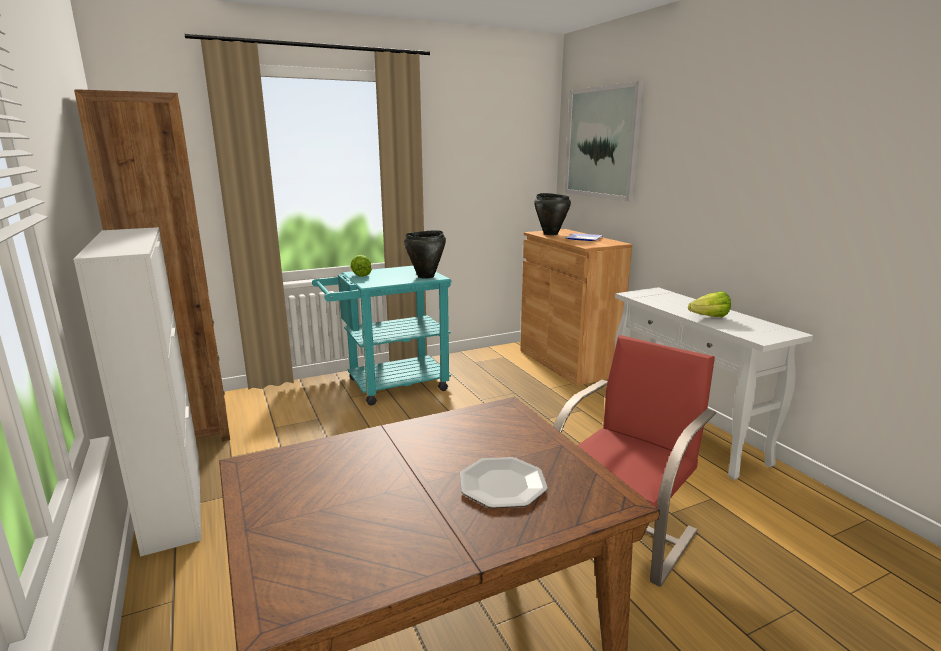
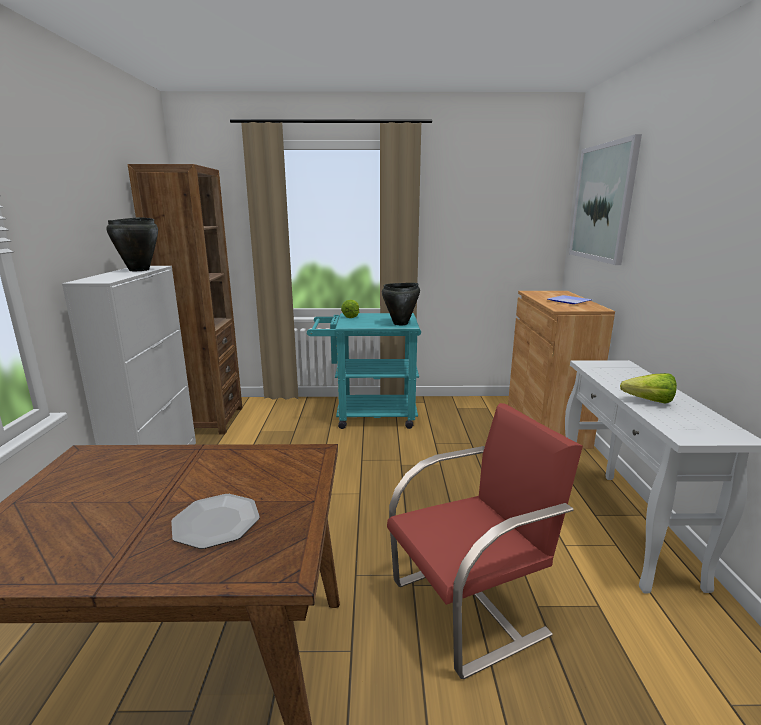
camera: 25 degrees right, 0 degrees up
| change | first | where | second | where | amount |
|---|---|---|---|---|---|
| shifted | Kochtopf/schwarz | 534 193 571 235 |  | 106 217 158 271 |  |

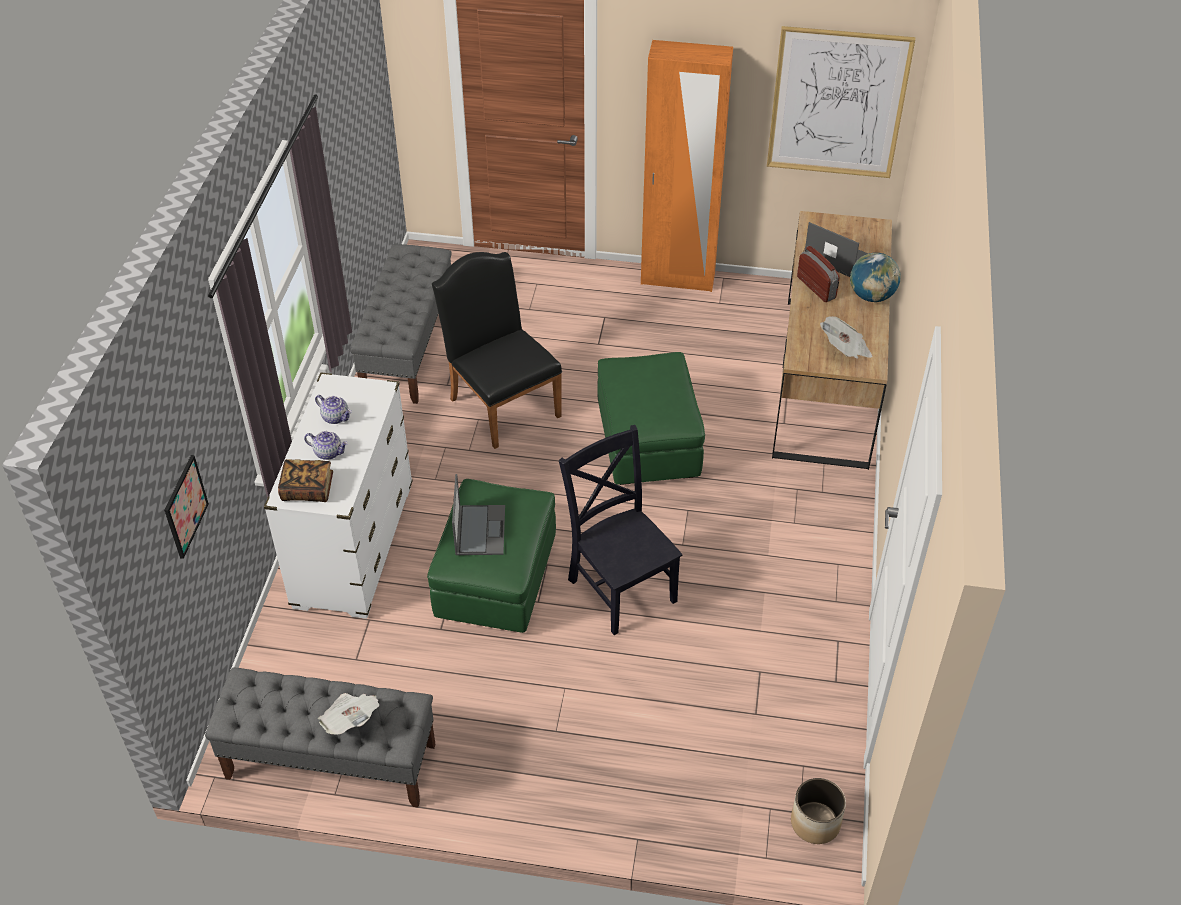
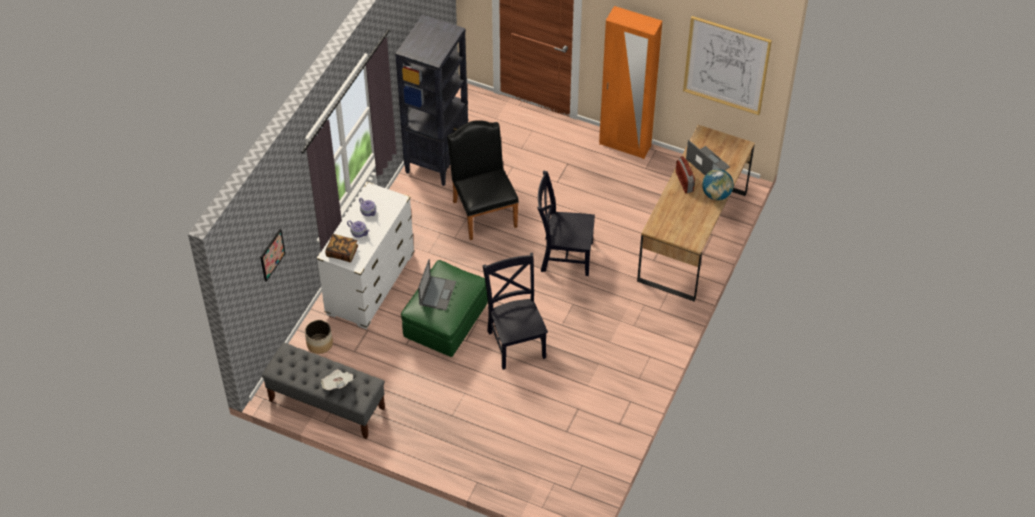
camera: 15 degrees right, 5 degrees up
| change | first | where | second | where | amount |
|---|---|---|---|---|---|
| shifted | Pflanzkübel | 791 778 846 844 |  | 305 320 333 354 |  |
| swapped | Bank/grau | 350 244 452 404 | Bücherregal/schwarz | 395 15 469 186 |  |
| swapped | Polsterhocker/grün | 597 352 705 485 | Stuhl/schwarz | 537 171 595 276 |  |
| gone | Zeitung | 820 316 872 359 |  |  |  |

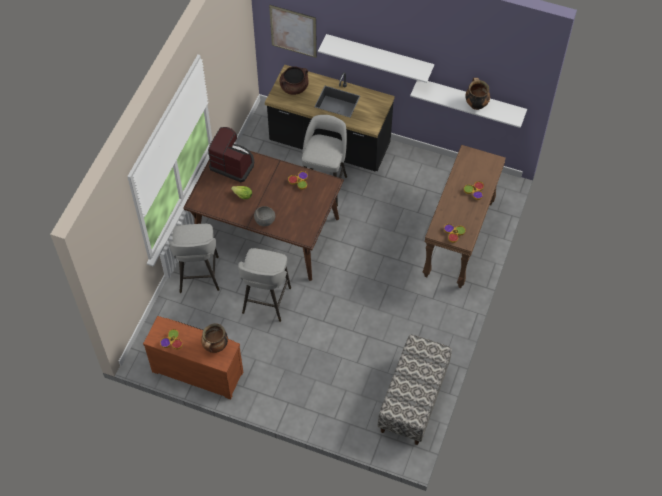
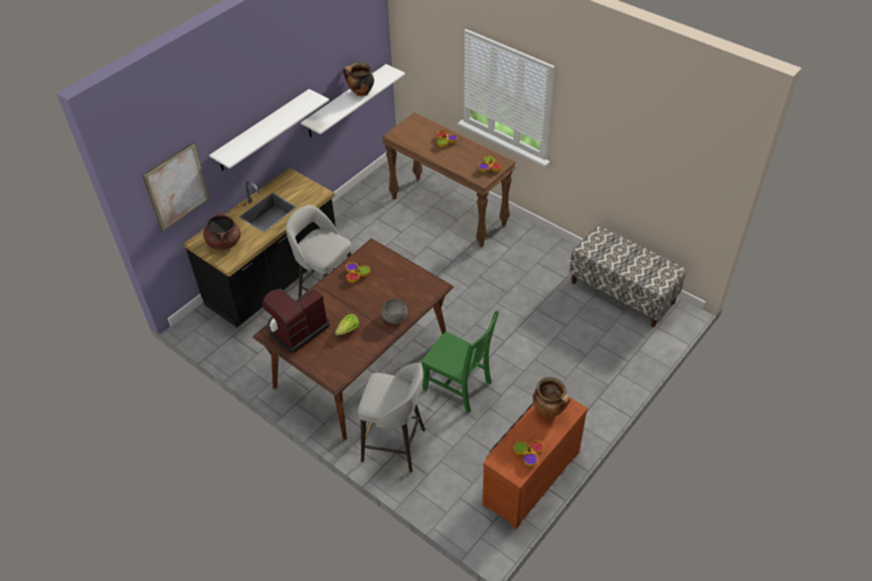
camera: 70 degrees left, 10 degrees down
| change | first | where | second | where | amount |
|---|---|---|---|---|---|
| swapped | Hocker/grau | 238 248 291 322 | Stuhl/grün | 421 311 499 413 |  |

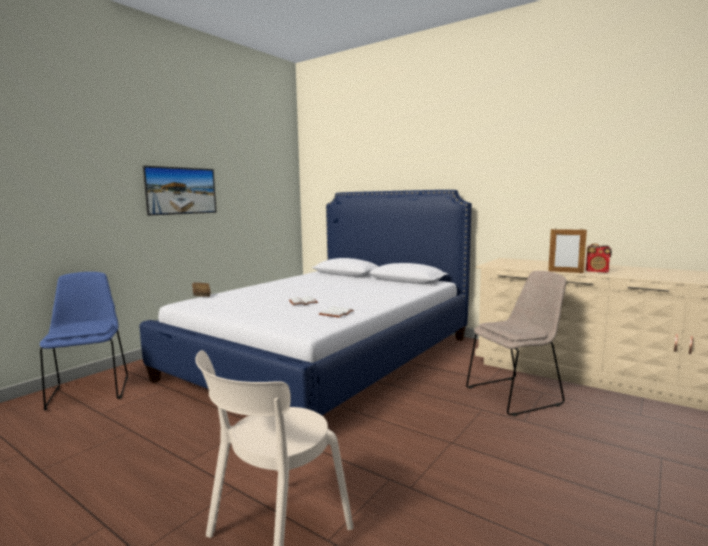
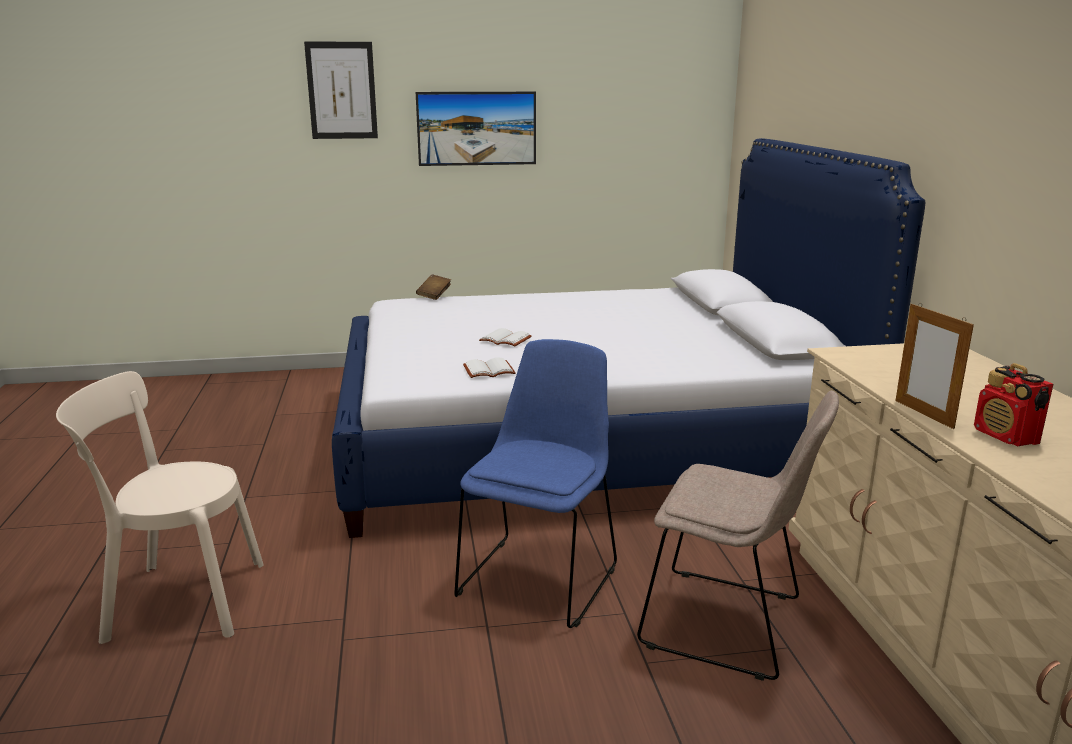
camera: 45 degrees right, 10 degrees up
| change | first | where | second | where | amount |
|---|---|---|---|---|---|
| new |  |  | Bild | 304 41 378 139 |  |
| shifted | Stuhl/blau | 40 272 128 411 |  | 454 339 617 628 |  |

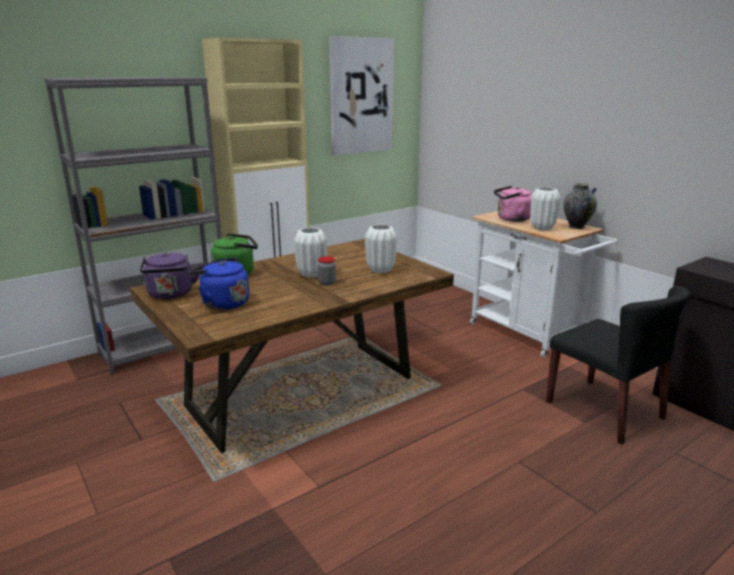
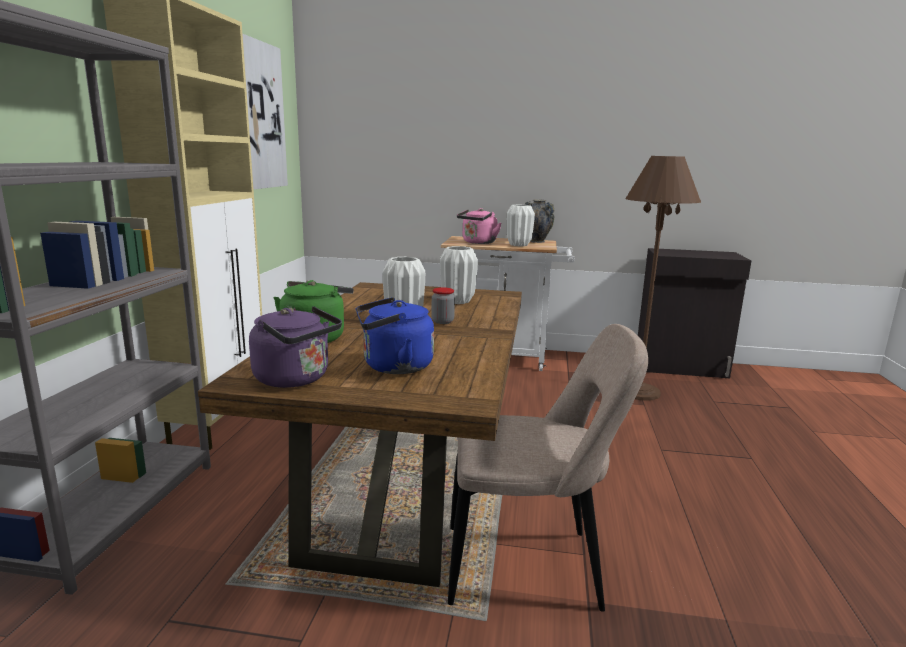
camera: 45 degrees left, 5 degrees down
| change | first | where | second | where | amount |
|---|---|---|---|---|---|
| new |  |  | Stuhl/beige | 448 324 648 612 |  |
| swapped | Stuhl/schwarz | 546 286 690 445 | Stehlampe/braun | 625 156 701 400 |  |

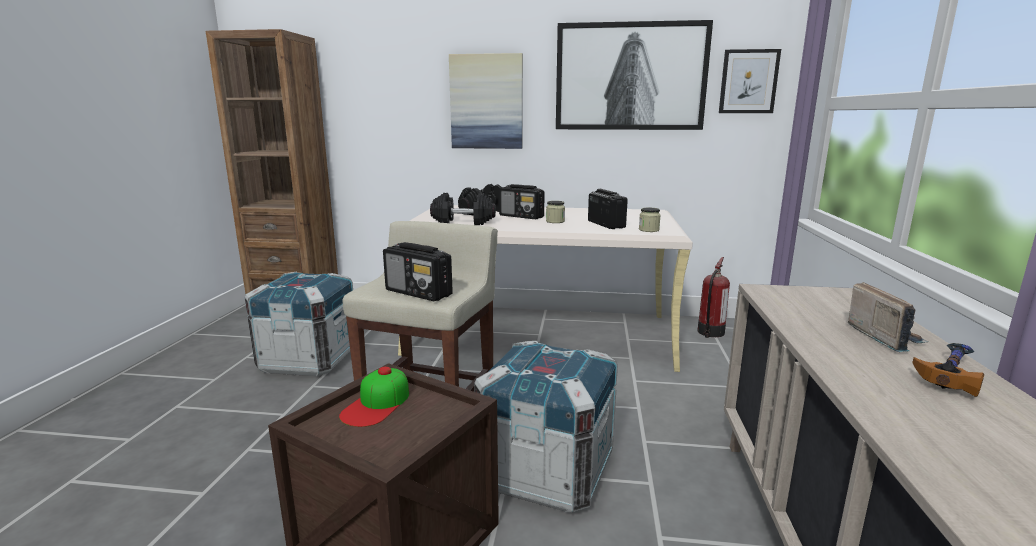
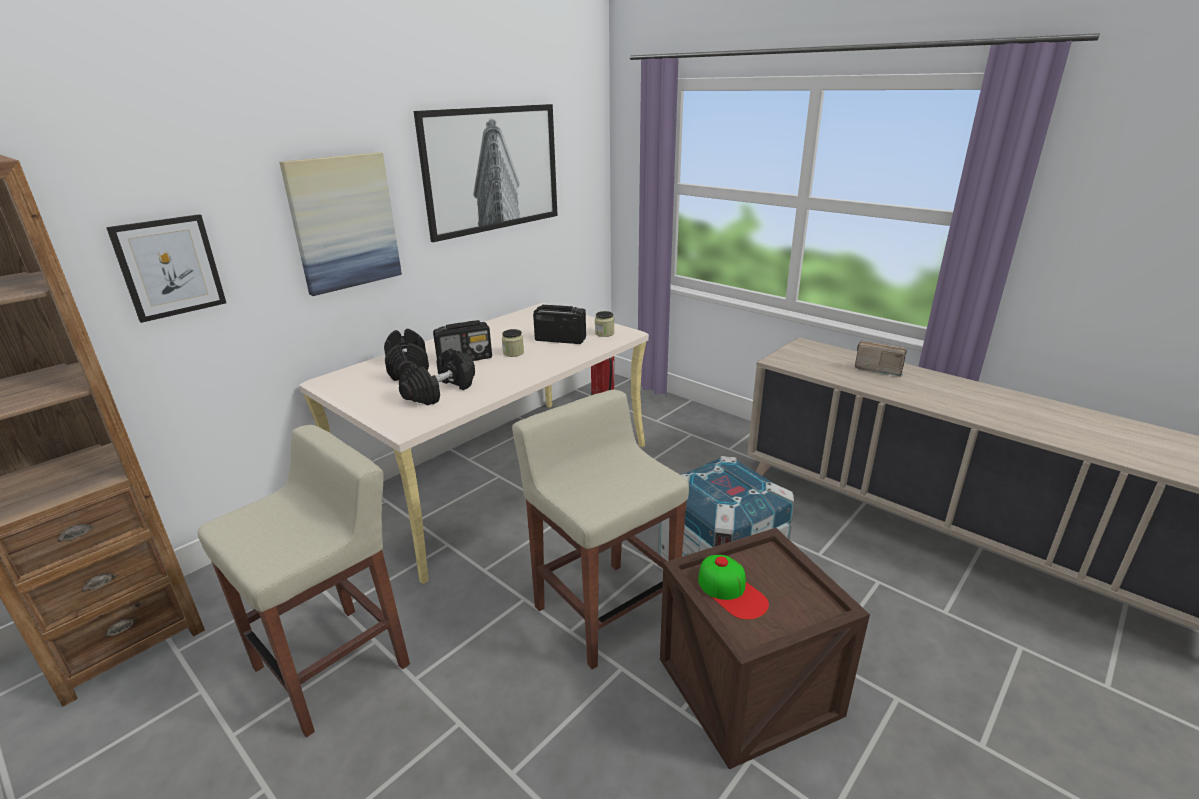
camera: 55 degrees left, 10 degrees up
| change | first | where | second | where | amount |
|---|---|---|---|---|---|
| shifted | Bild | 719 49 781 113 |  | 106 214 226 323 |  |
| swapped | Kiste | 245 272 353 376 | Hocker/beige | 198 425 410 738 |  |
| gone | Radio | 383 242 453 301 |  |  |  |
| gone | Hammer | 912 343 984 397 |  |  |  |

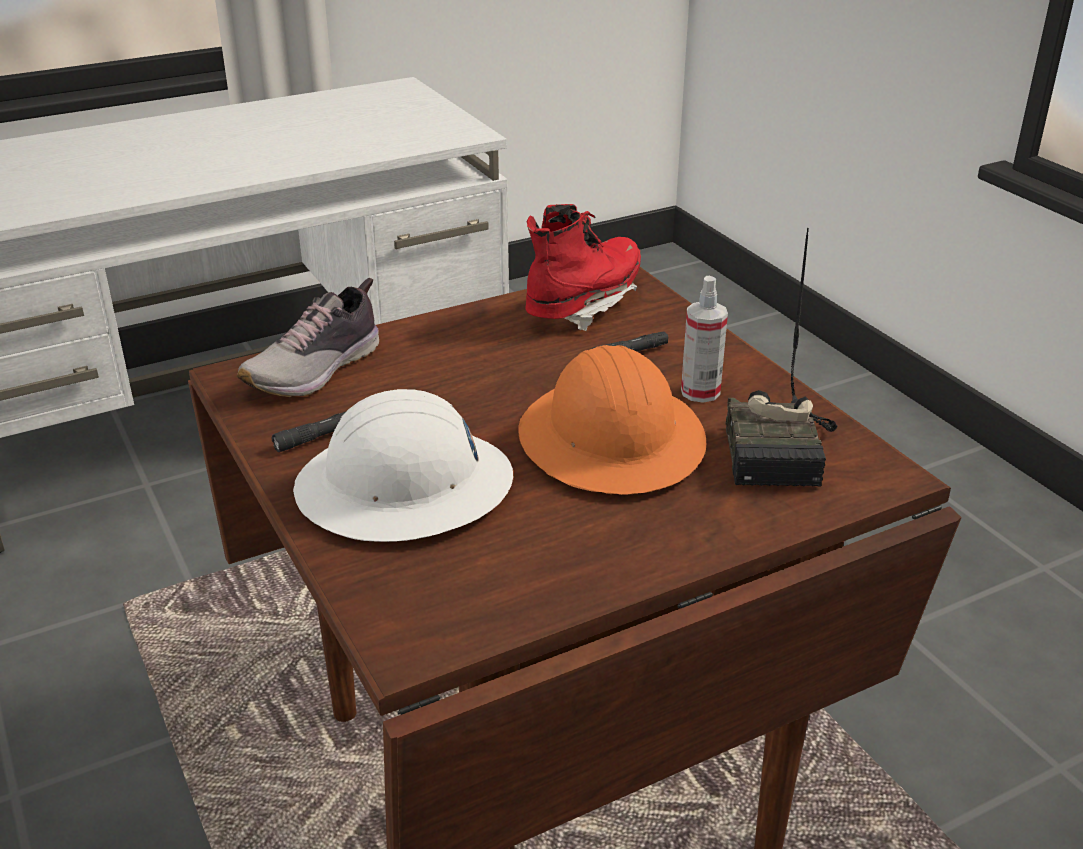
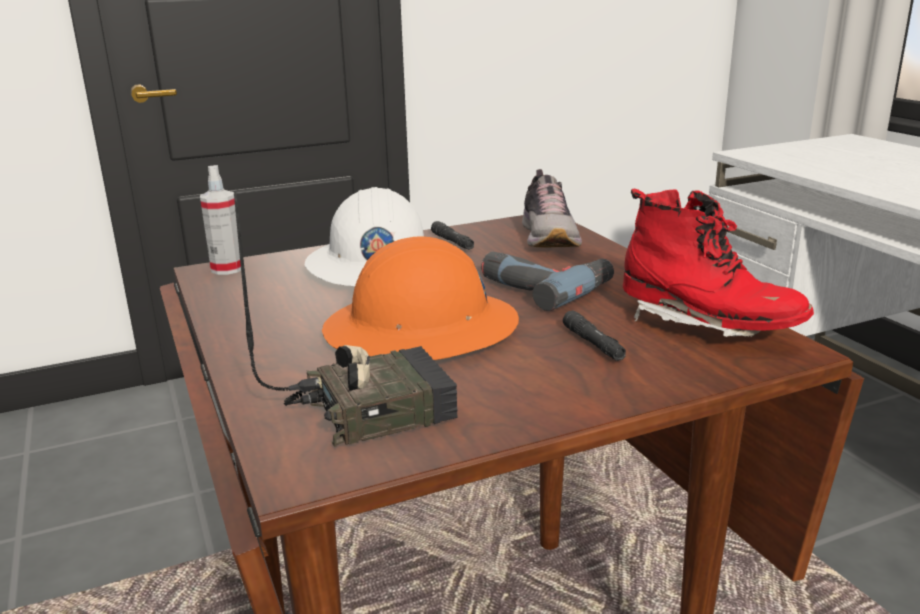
camera: 95 degrees right, 10 degrees down
| change | first | where | second | where | amount |
|---|---|---|---|---|---|
| shifted | Sprühflasche | 681 276 728 403 |  | 200 165 241 275 |  |
| rotated | Radio | 726 228 837 487 |  | 234 191 458 447 | 150 degrees clockwise |
| new |  |  | Bohrmaschine | 481 252 614 311 |  |
| rotated | Schuh | 237 278 379 397 |  | 522 169 582 248 | 135 degrees counterclockwise |

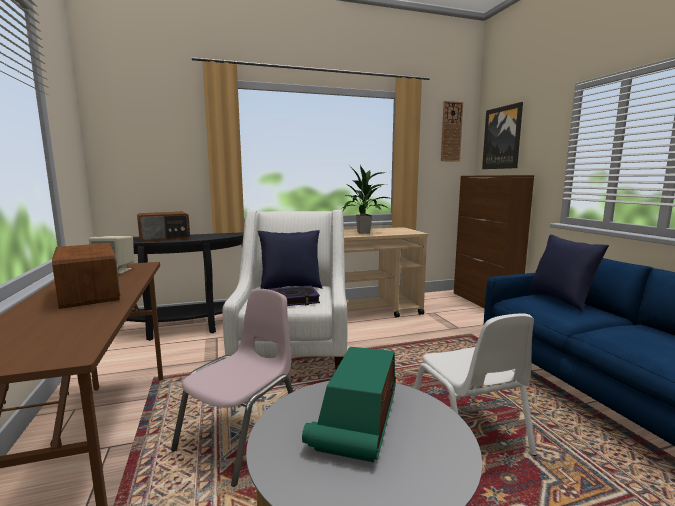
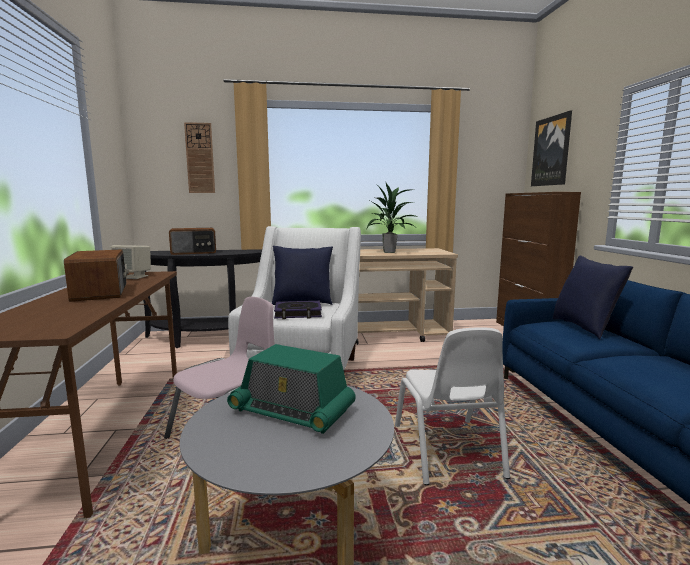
camera: 10 degrees right, 0 degrees up
| change | first | where | second | where | amount |
|---|---|---|---|---|---|
| shifted | Wanduhr | 441 101 463 162 |  | 184 122 215 193 |  |
| rotated | Radio | 302 347 396 462 |  | 227 344 356 434 | 90 degrees counterclockwise |

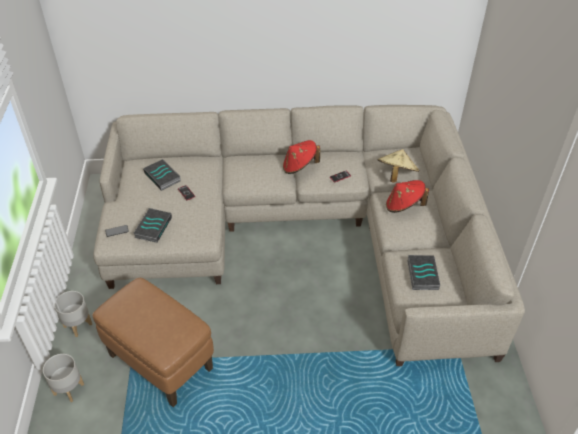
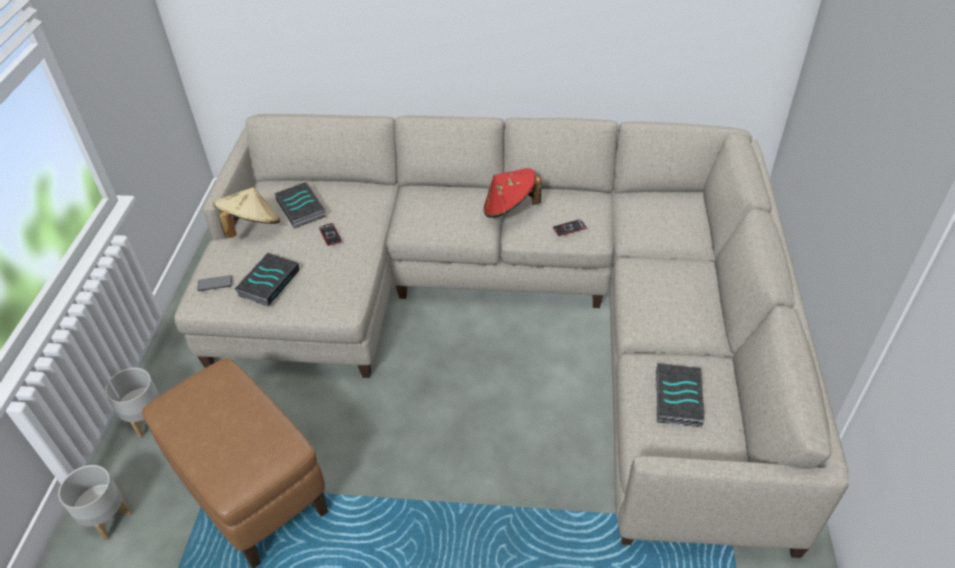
camera: 10 degrees right, 0 degrees up
| change | first | where | second | where | amount |
|---|---|---|---|---|---|
| shifted | Hut/beige | 378 149 420 182 |  | 213 187 280 238 |  |
| gone | Hut/rot | 386 180 429 213 |  |  |  |

